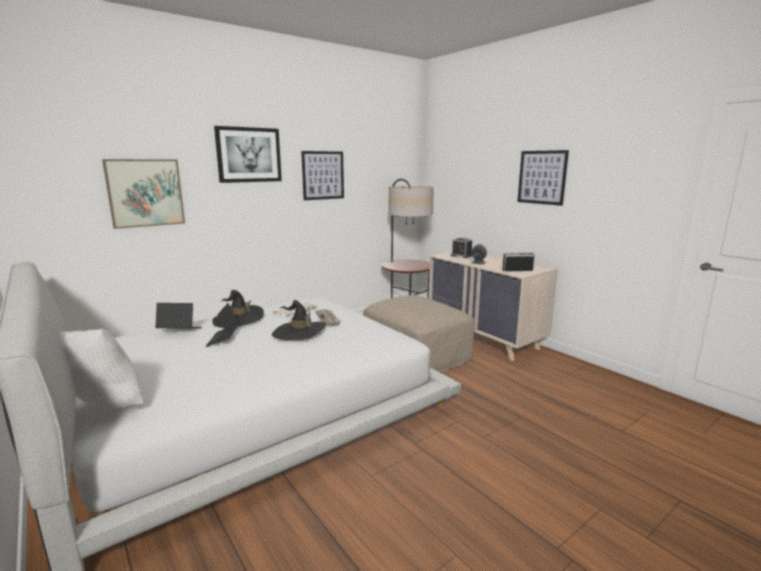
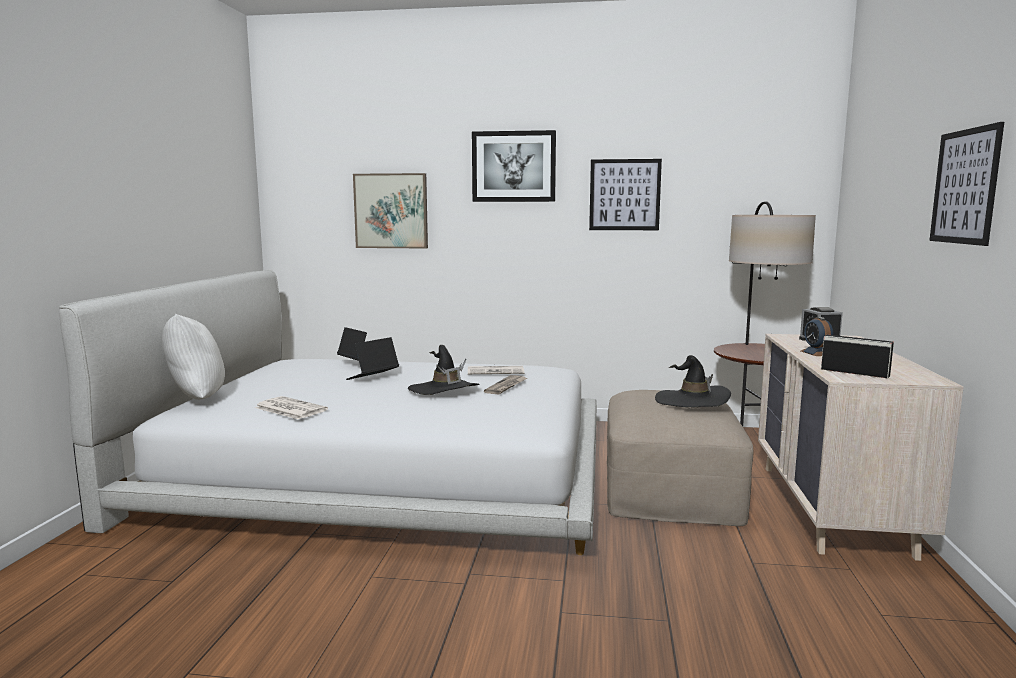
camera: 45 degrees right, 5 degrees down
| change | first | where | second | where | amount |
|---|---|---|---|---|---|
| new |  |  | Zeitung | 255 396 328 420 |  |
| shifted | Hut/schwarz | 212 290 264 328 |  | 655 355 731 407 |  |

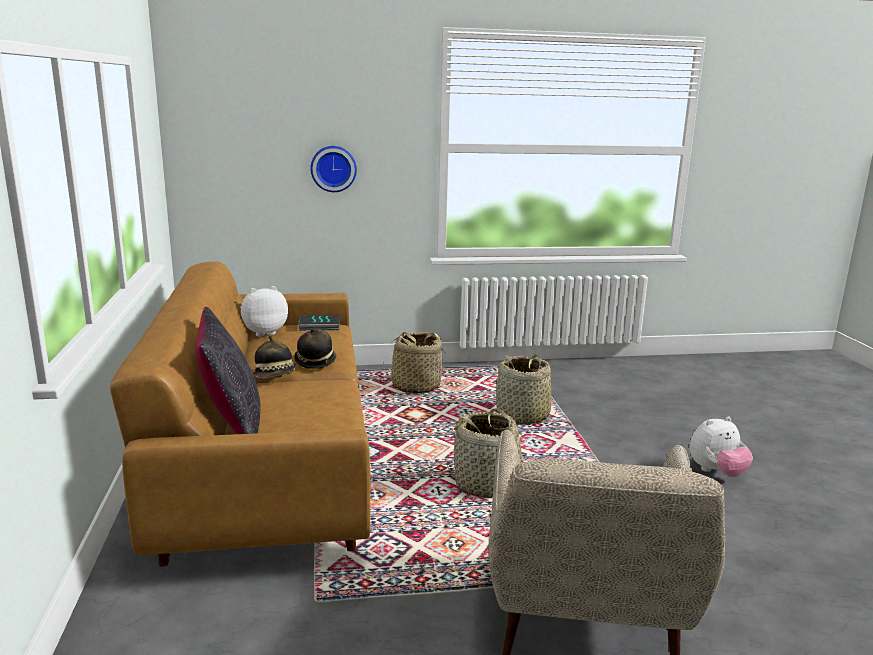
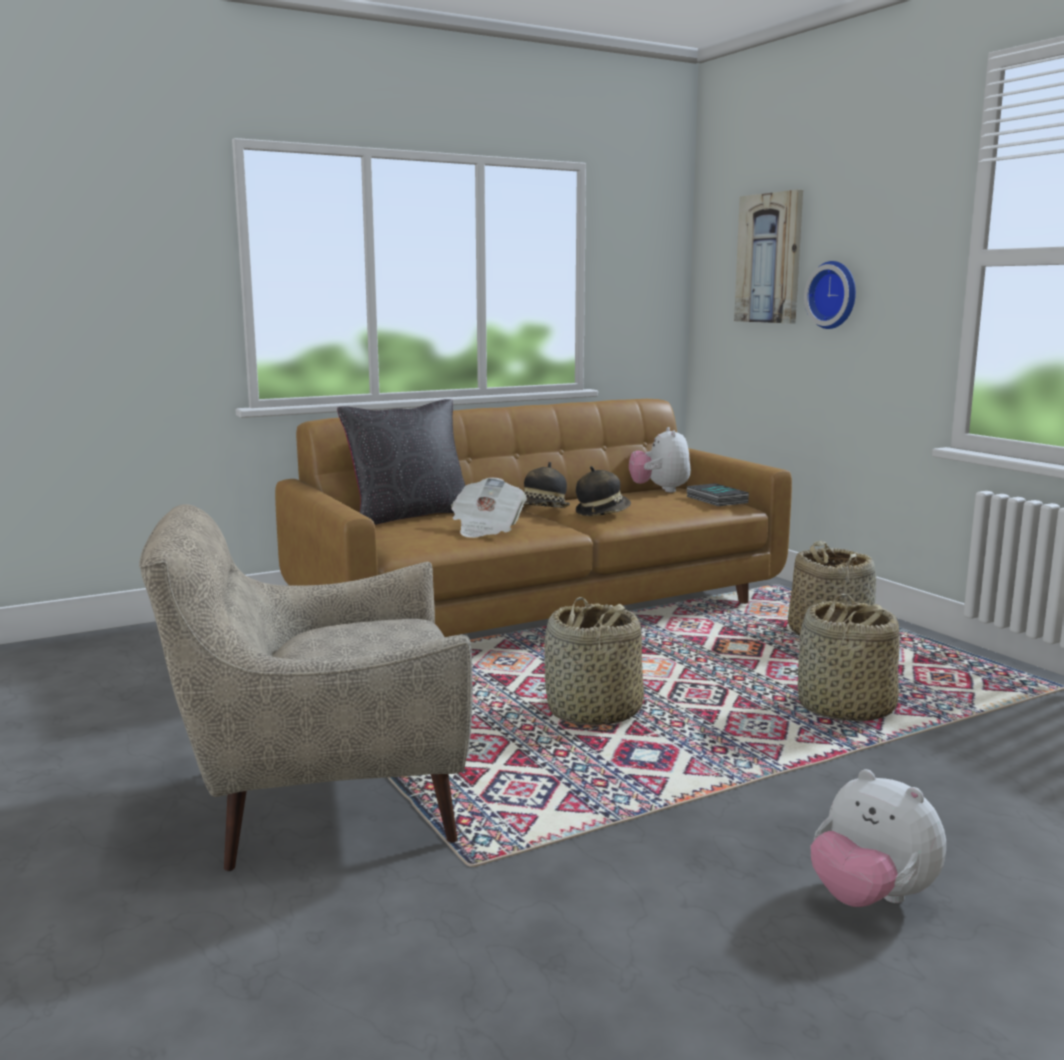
camera: 70 degrees right, 5 degrees down
| change | first | where | second | where | amount |
|---|---|---|---|---|---|
| new |  |  | Zeitung | 451 477 527 538 |  |
| rotated | Plüschtier | 240 286 288 337 |  | 629 427 691 492 | 135 degrees counterclockwise |
| new |  |  | Bild | 734 190 803 323 |  |

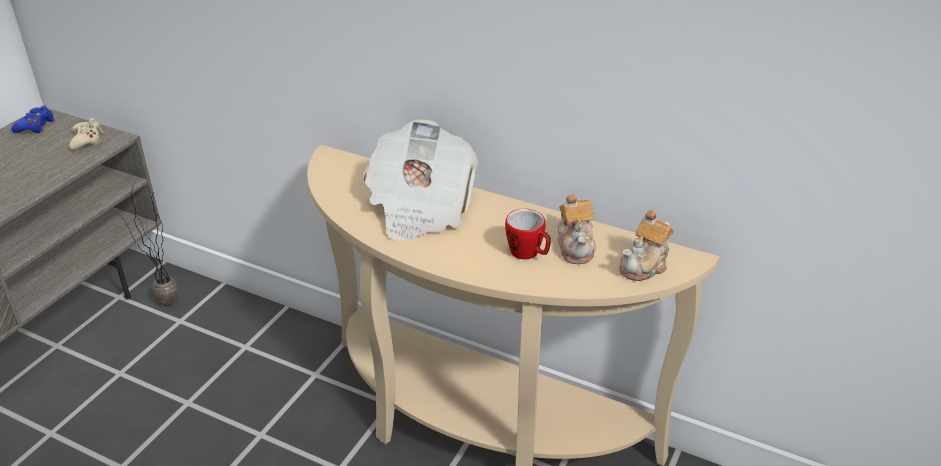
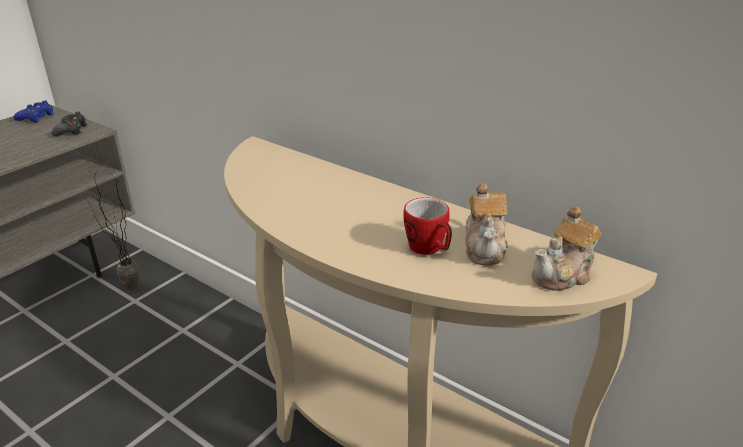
camera: 10 degrees right, 5 degrees down
| change | first | where | second | where | amount |
|---|---|---|---|---|---|
| repainted | Gamepad/beige | 69 118 103 150 | Gamepad/schwarz | 52 112 88 136 |  |
| gone | Zeitung | 364 119 478 241 |  |  |  |

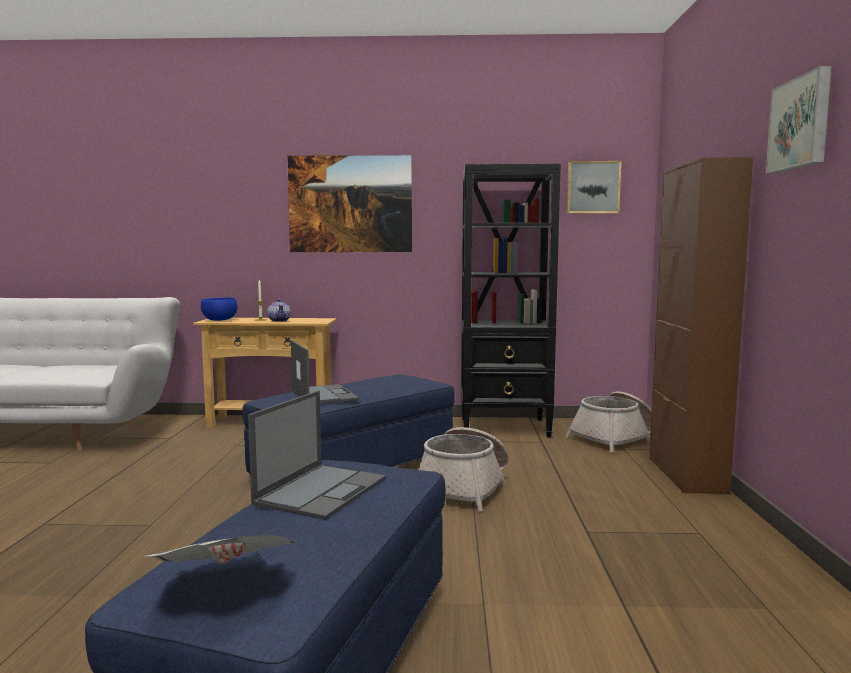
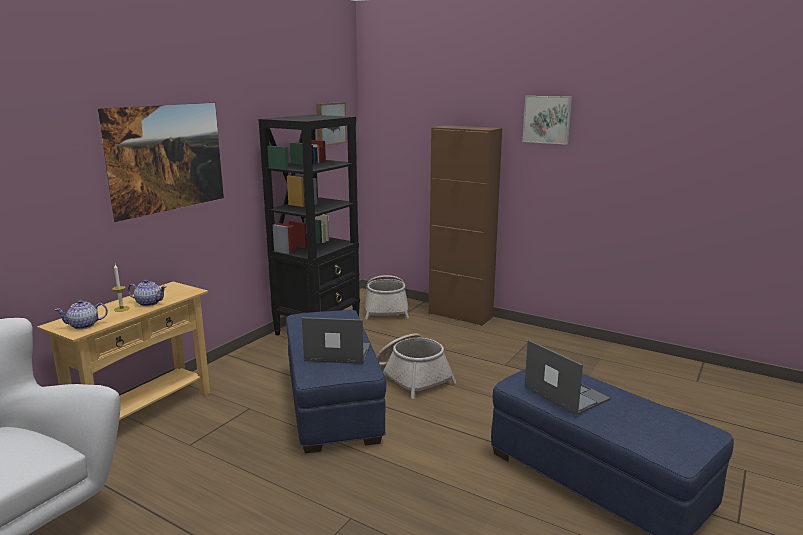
camera: 60 degrees left, 10 degrees up
| change | first | where | second | where | amount |
|---|---|---|---|---|---|
| swapped | Schüssel/blau | 201 298 237 321 | Teekanne | 55 300 108 329 |  |
| gone | Zeitung | 147 535 294 564 |  |  |  |

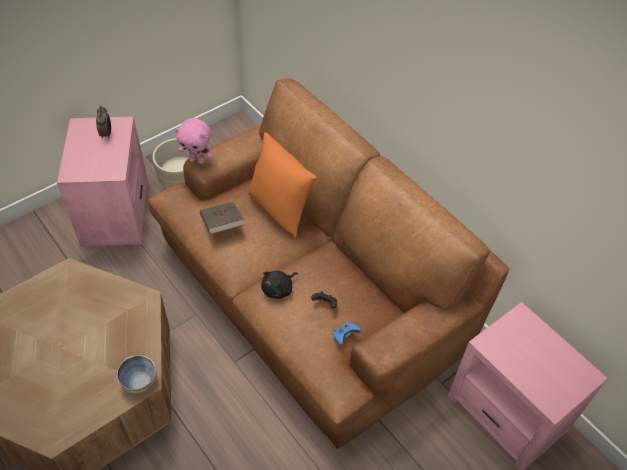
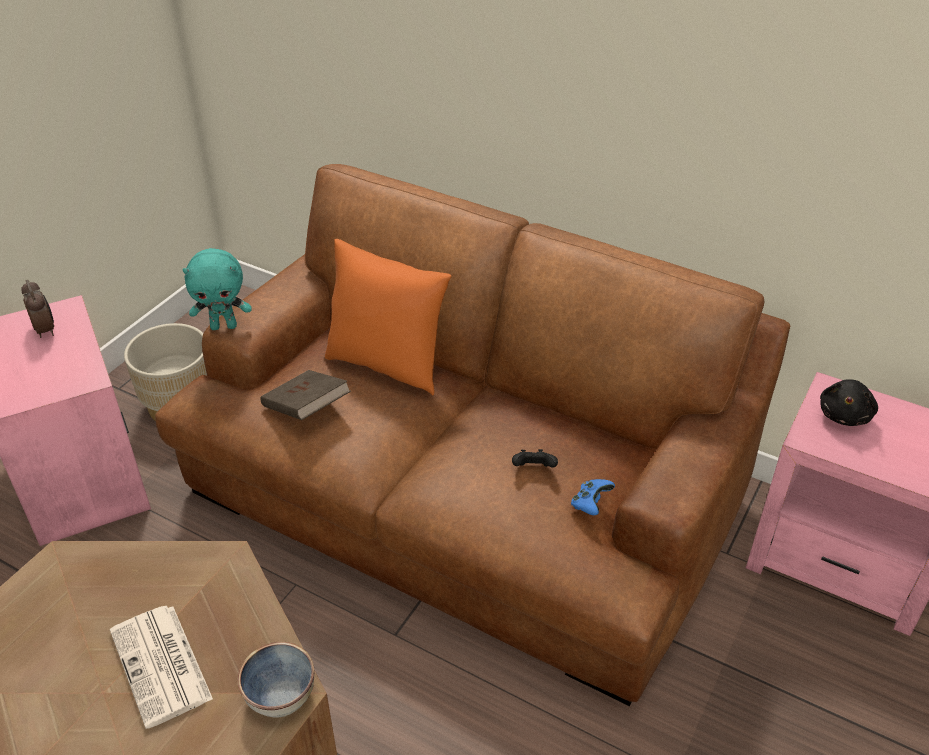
camera: 20 degrees left, 10 degrees down
| change | first | where | second | where | amount |
|---|---|---|---|---|---|
| new |  |  | Zeitung | 110 606 213 729 |  |
| repainted | Plüschtier/rosa | 175 118 213 164 | Plüschtier/türkis | 182 248 252 330 |  |
| shifted | Plüschtier/schwarz | 261 271 298 299 |  | 820 379 878 426 |  |

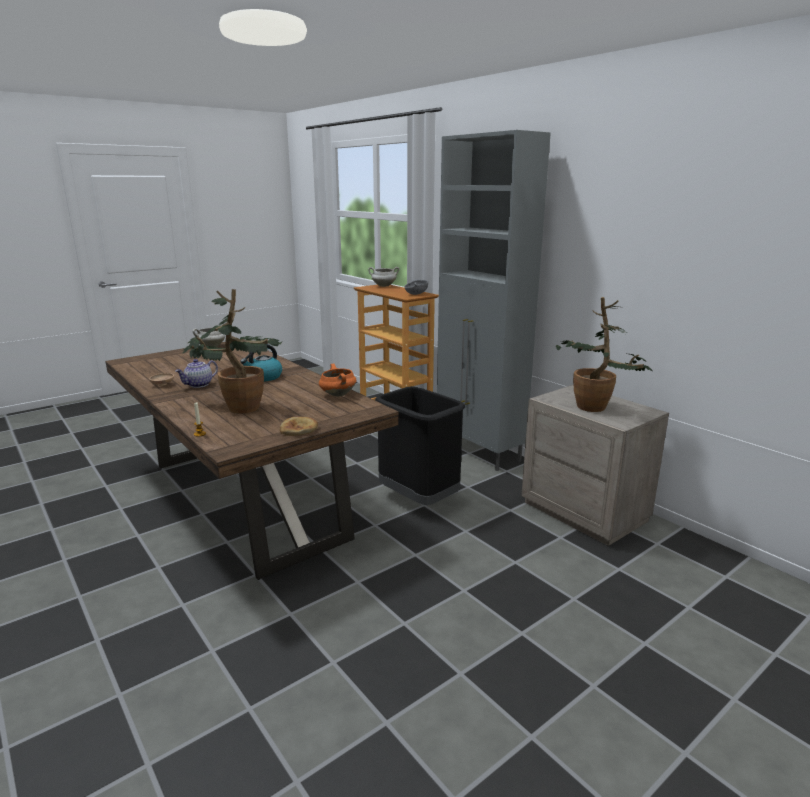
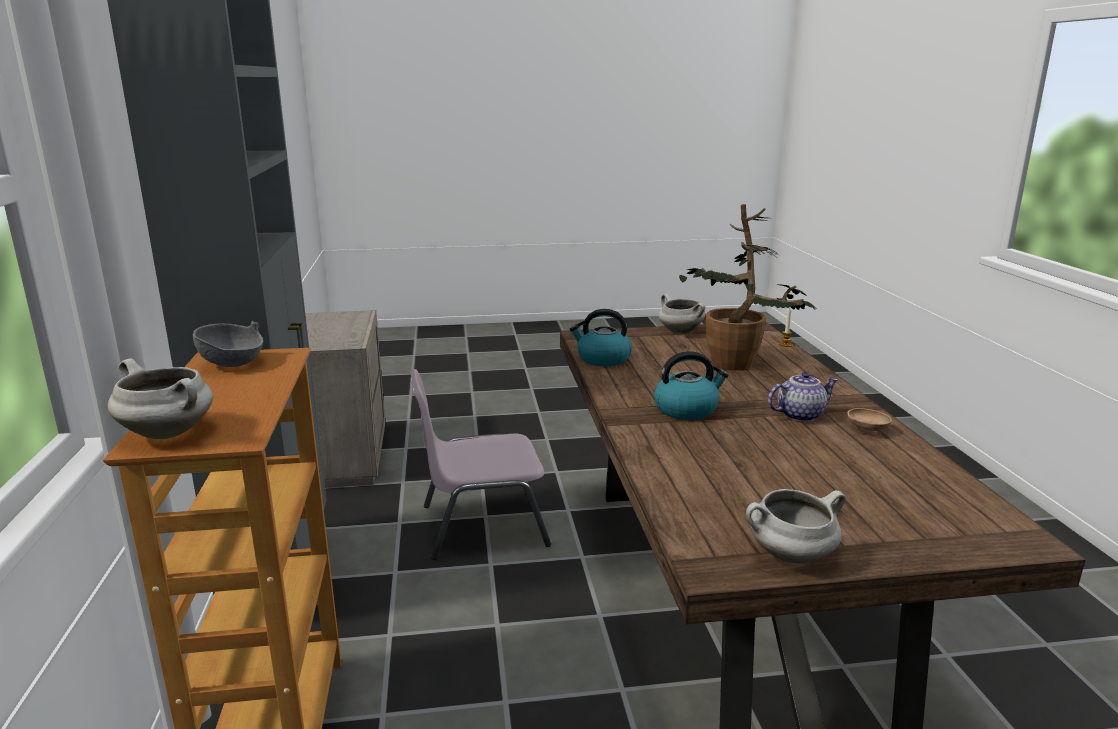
camera: 150 degrees left, 0 degrees up
| change | first | where | second | where | amount |
|---|---|---|---|---|---|
| swapped | Mülleimer/schwarz | 375 386 465 505 | Stuhl/rosa | 410 369 551 560 |  |
| swapped | Kochtopf/orange | 319 363 357 397 | Wasserkessel | 570 309 632 366 |  |
| swapped | Brot | 280 416 318 436 | Kochtopf/weiß | 658 294 705 334 |  |
| gone | Topfpflanze | 556 297 653 412 |  |  |  |

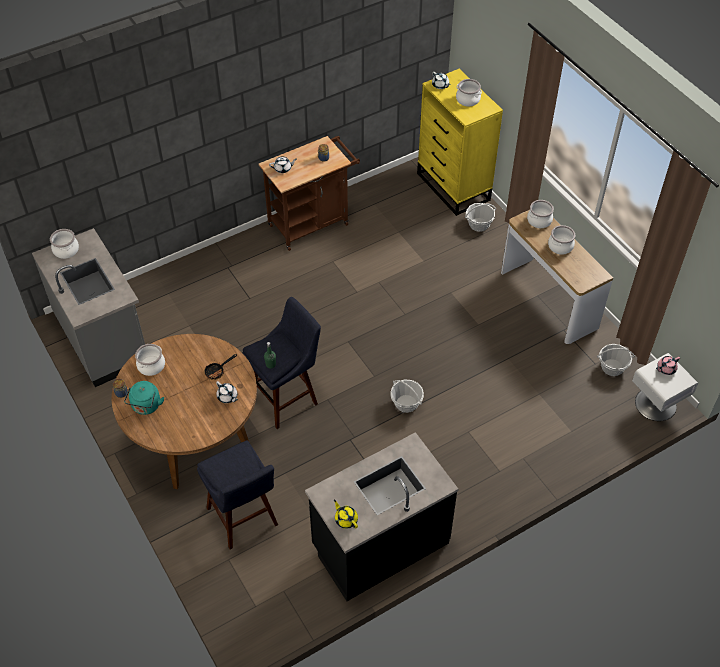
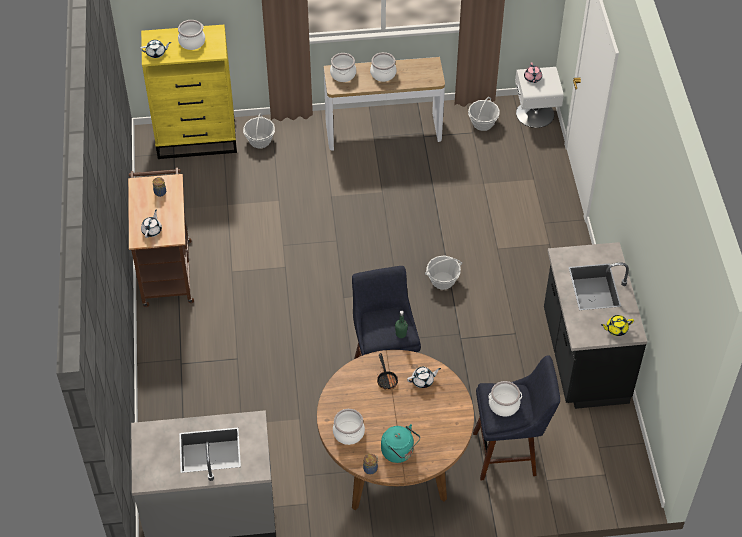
camera: 65 degrees left, 0 degrees up
| change | first | where | second | where | amount |
|---|---|---|---|---|---|
| shifted | Kochtopf | 50 229 79 259 |  | 488 381 522 416 |  |

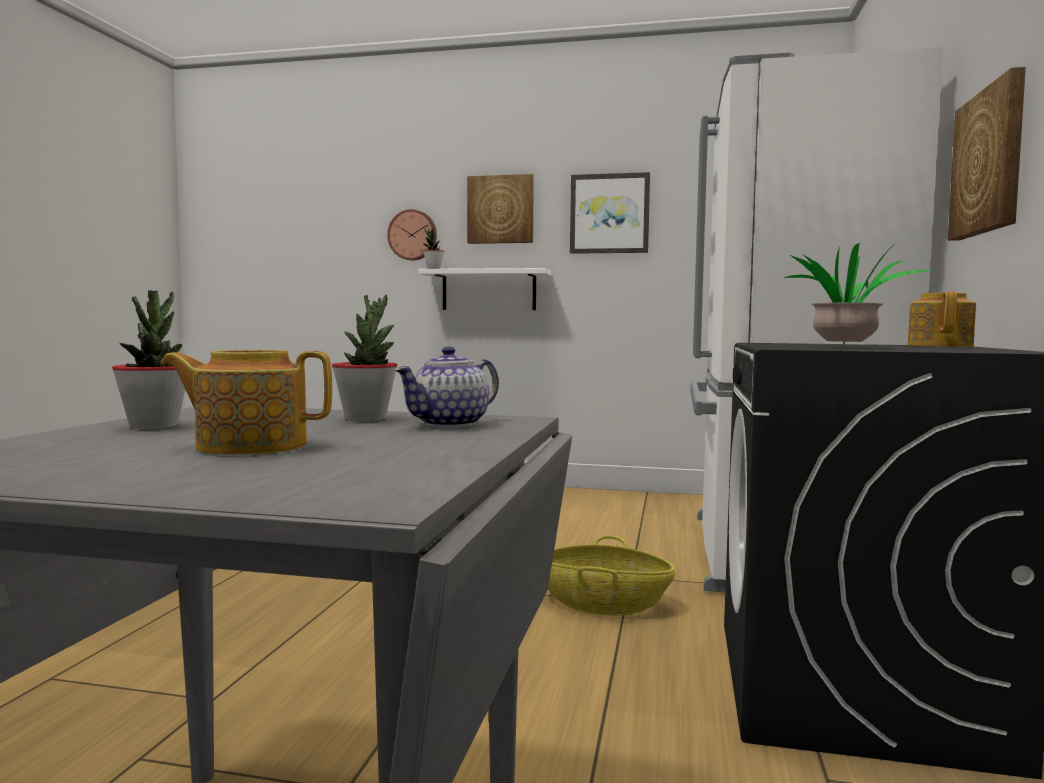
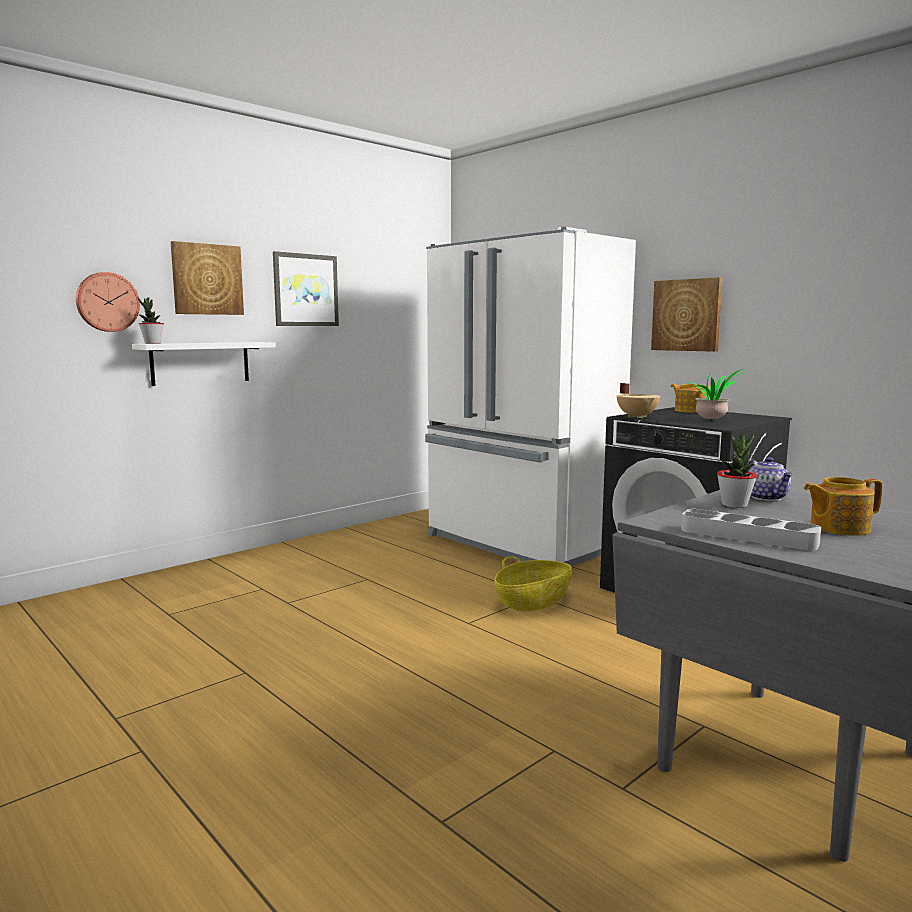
camera: 55 degrees left, 5 degrees up
| change | first | where | second | where | amount |
|---|---|---|---|---|---|
| new |  |  | Kochtopf/beige | 617 383 660 418 |  |
| swapped | Topfpflanze | 112 290 185 429 | Tablett/grau | 681 509 821 551 |  |
| rotated | Teekanne | 161 350 332 455 |  | 804 477 883 536 | 45 degrees clockwise |

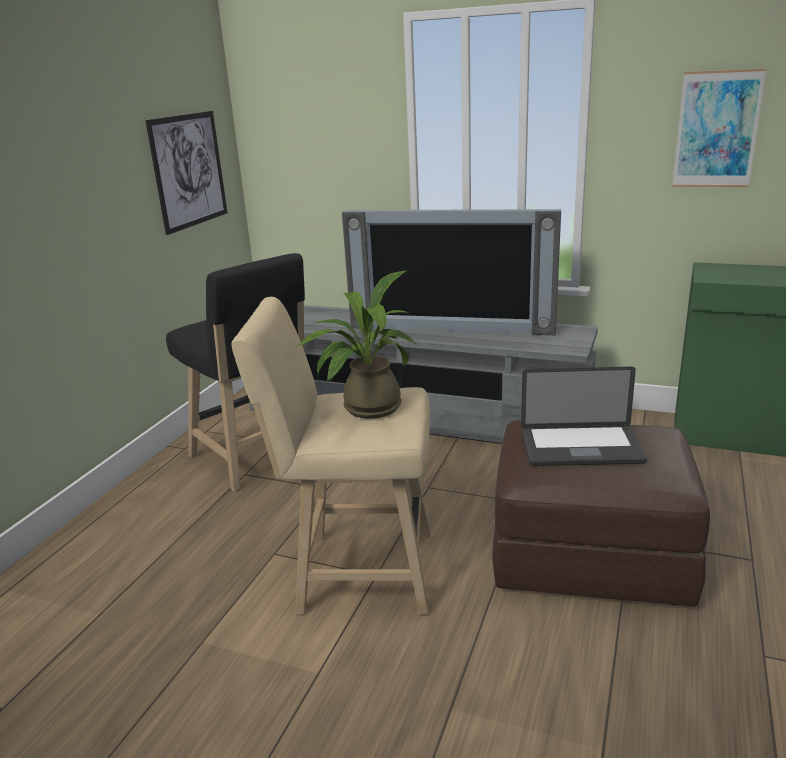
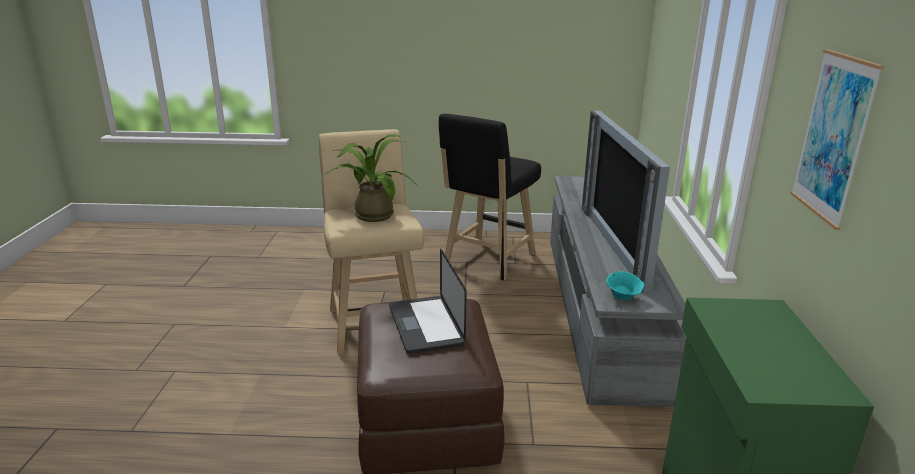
camera: 70 degrees right, 0 degrees up
| change | first | where | second | where | amount |
|---|---|---|---|---|---|
| new |  |  | Schüssel/türkis | 606 271 645 300 |  |
| gone | Bild | 145 111 227 235 |  |  |  |

